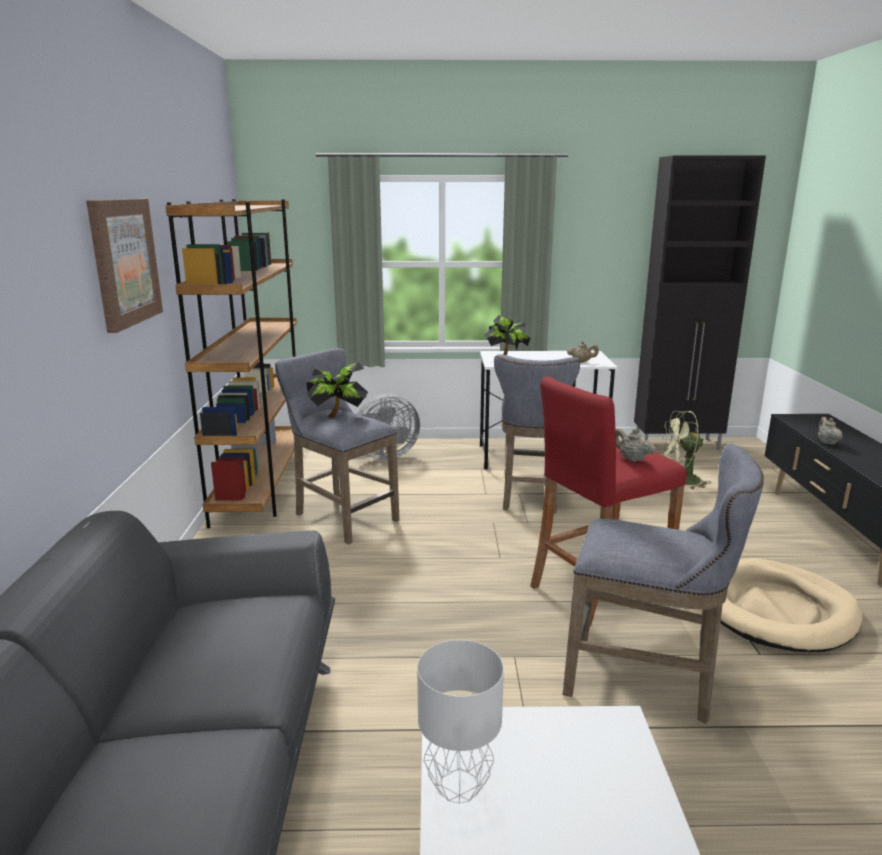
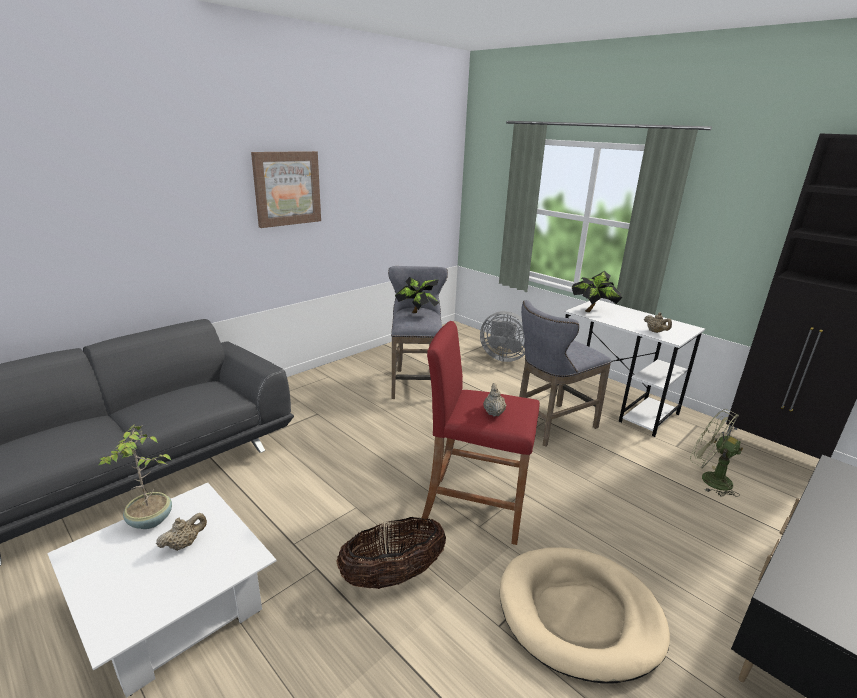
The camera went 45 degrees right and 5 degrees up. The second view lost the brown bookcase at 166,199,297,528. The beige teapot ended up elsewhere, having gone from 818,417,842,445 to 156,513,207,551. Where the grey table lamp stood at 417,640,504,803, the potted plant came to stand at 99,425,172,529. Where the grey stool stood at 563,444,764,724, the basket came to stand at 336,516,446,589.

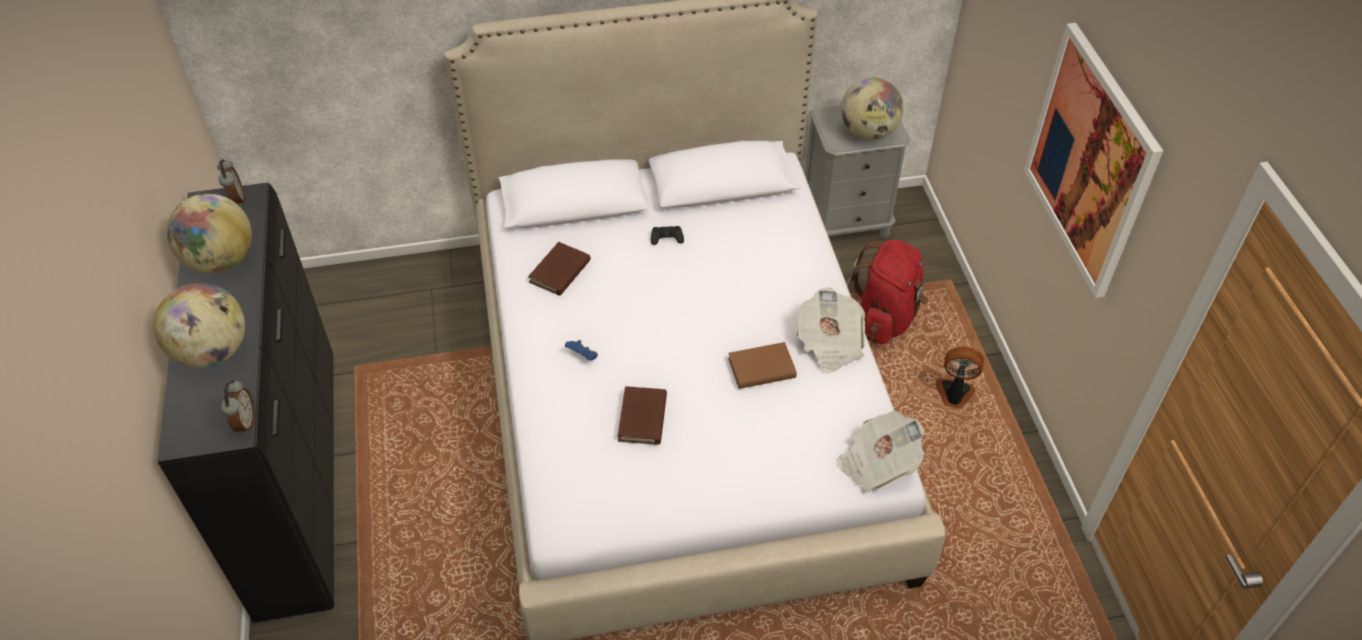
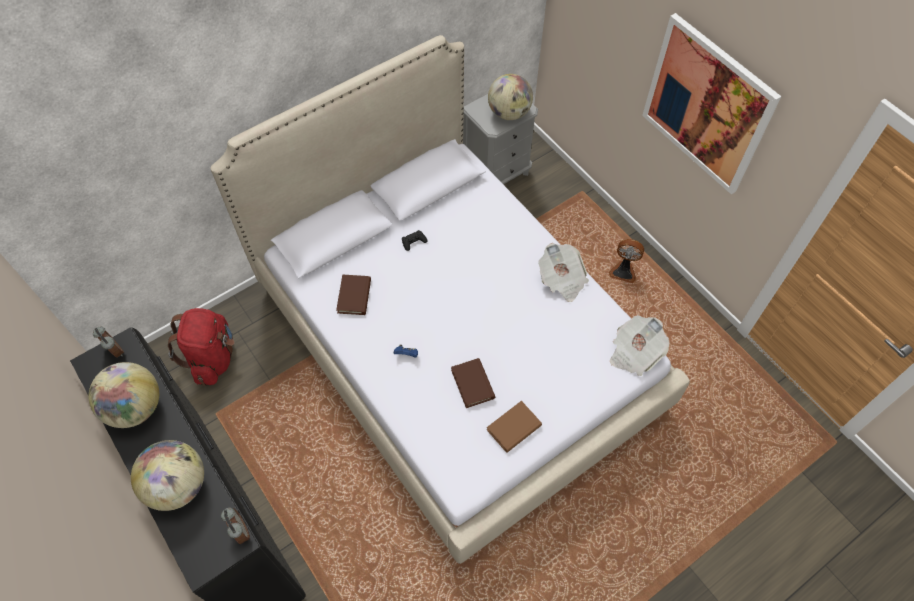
The camera went 25 degrees left and 10 degrees up. The brown book ended up elsewhere, having gone from 728,342,797,389 to 487,401,542,453. The red backpack ended up elsewhere, having gone from 846,240,929,344 to 168,308,235,386. The fan at 936,347,984,408 ended up facing another way, 150 degrees counterclockwise from before.

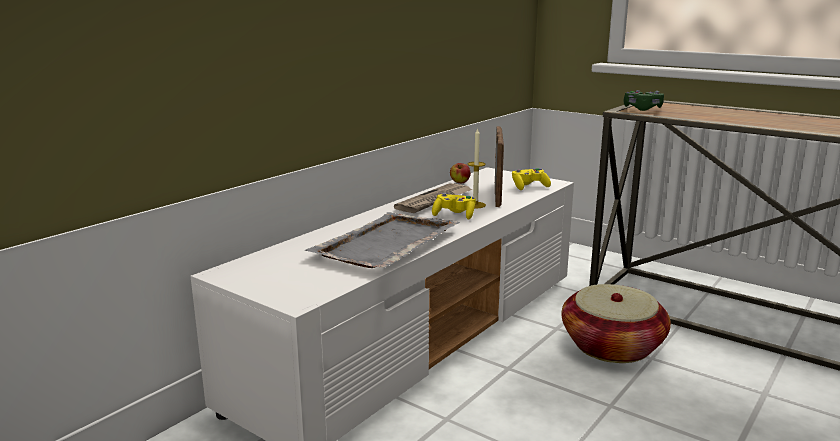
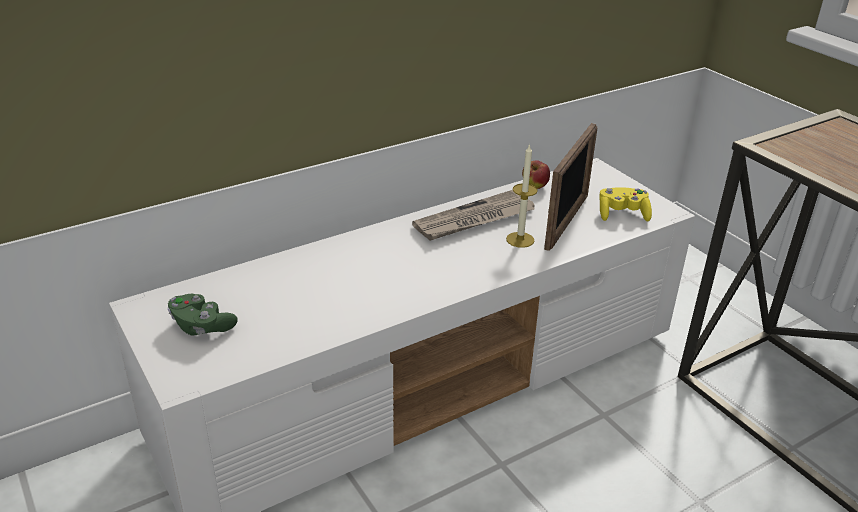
The camera went 20 degrees right and 15 degrees up. The second view lost the grey tray at 305,212,460,268. The second view lost the yellow game controller at 432,193,476,220. The second view lost the basket at 561,284,671,363. The green game controller ended up elsewhere, having gone from 624,90,664,111 to 168,294,238,336.

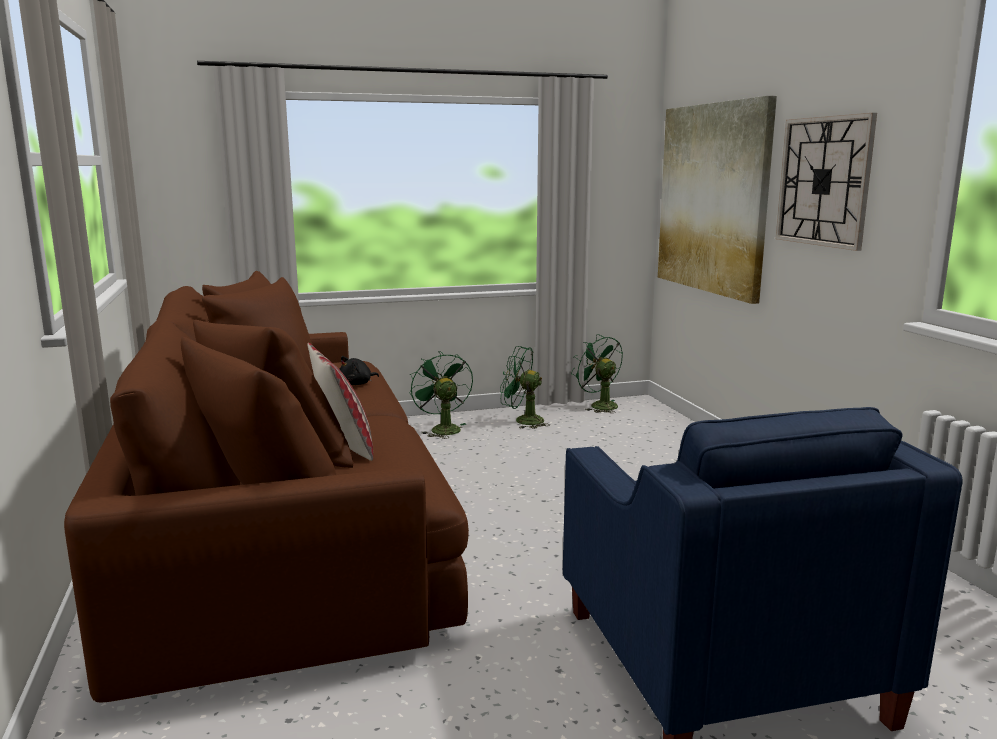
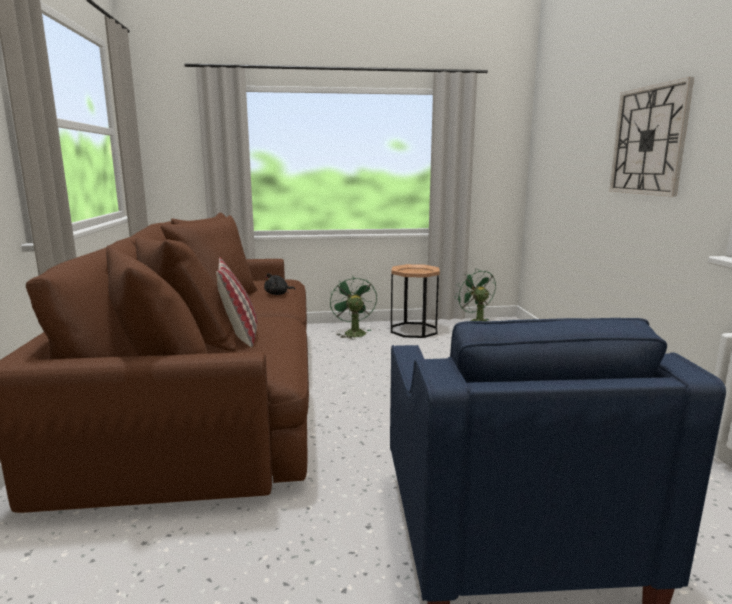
The camera went 10 degrees right and 0 degrees up. The second view lost the picture at 658,96,777,304. Where the green fan stood at 500,346,550,429, the brown side table came to stand at 391,264,440,338.

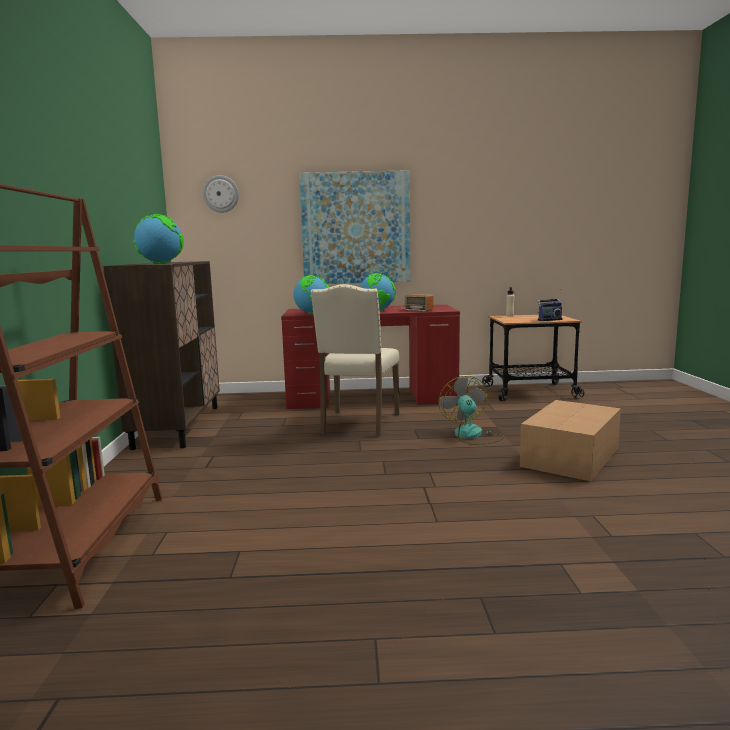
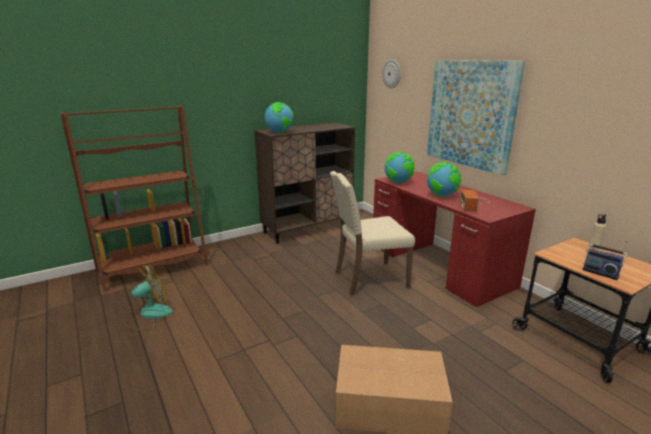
The camera went 60 degrees right and 10 degrees up. The fan ended up elsewhere, having gone from 438,376,504,445 to 124,265,173,331.

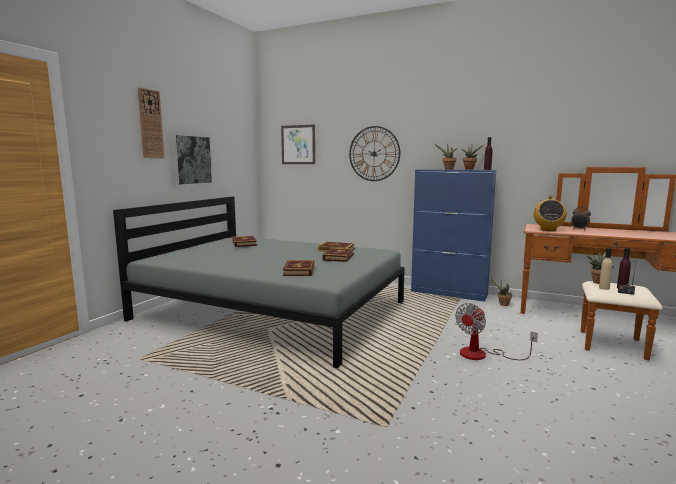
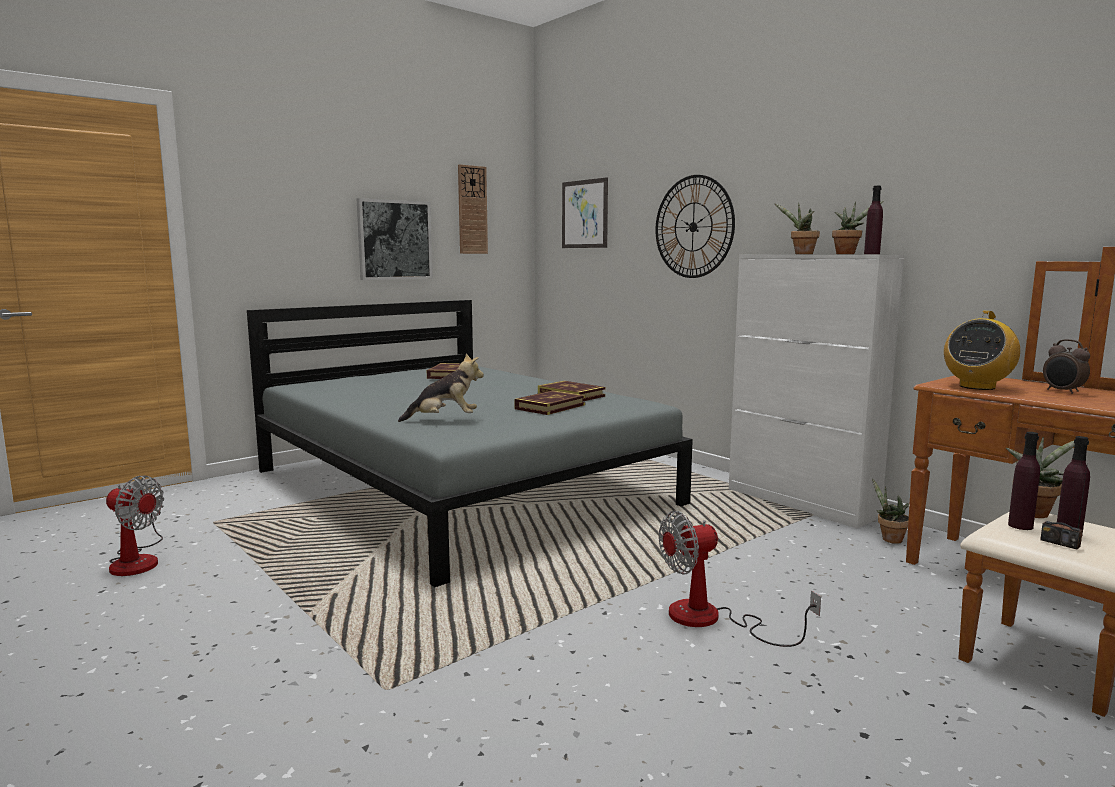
The camera went 25 degrees right and 0 degrees up. The second view gained the fan at 106,476,164,576. The wall clock ended up elsewhere, having gone from 138,87,165,158 to 458,164,488,254. Where the book stood at 283,260,314,276, the plush toy came to stand at 398,353,484,422. What was the blue cabinet at 411,169,496,302 turned into the white cabinet at 729,255,904,528. What was the beige bottle at 599,248,612,290 turned into the purple bottle at 1008,432,1040,530.

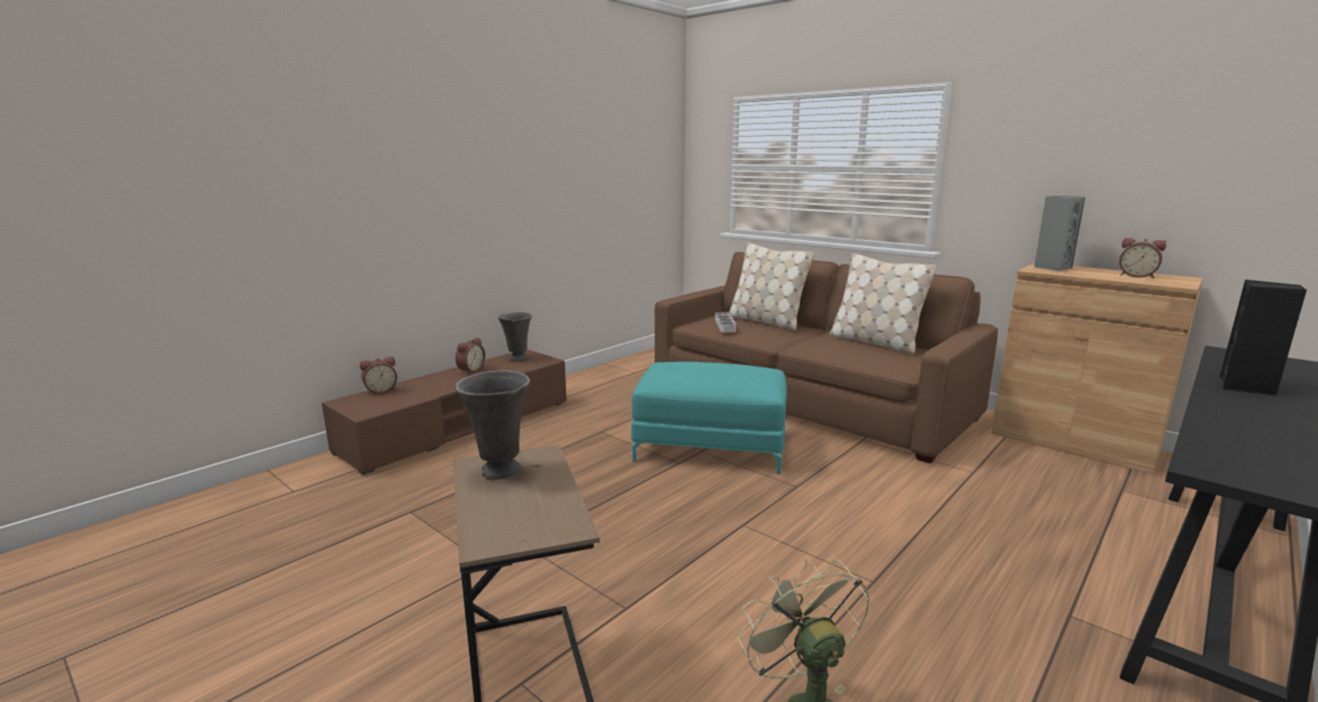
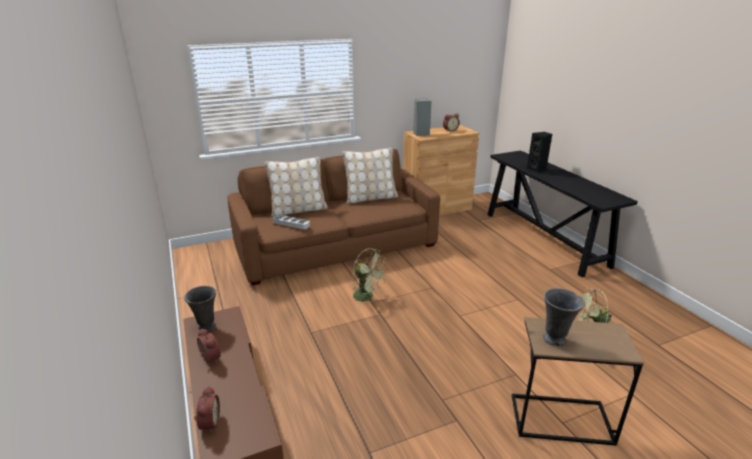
The camera went 65 degrees left and 10 degrees up. Where the turquoise ottoman stood at 631,362,787,474, the green fan came to stand at 352,248,387,307.

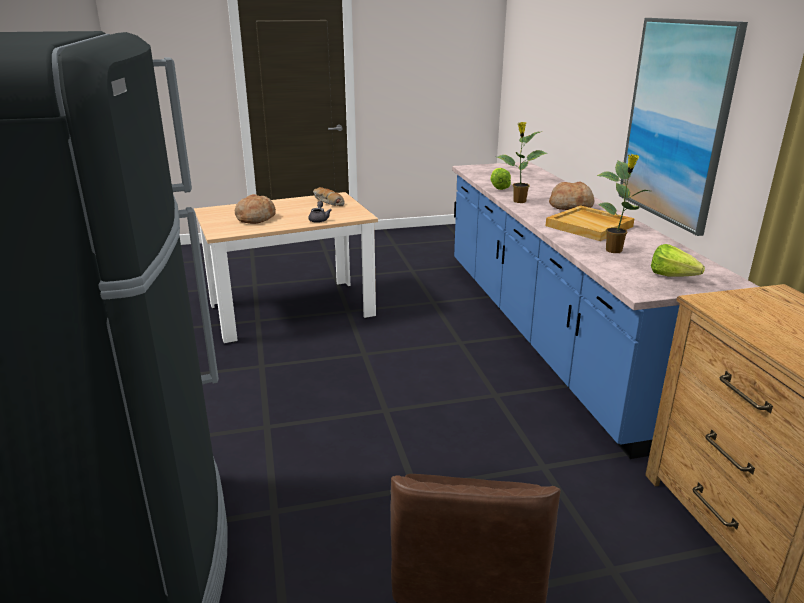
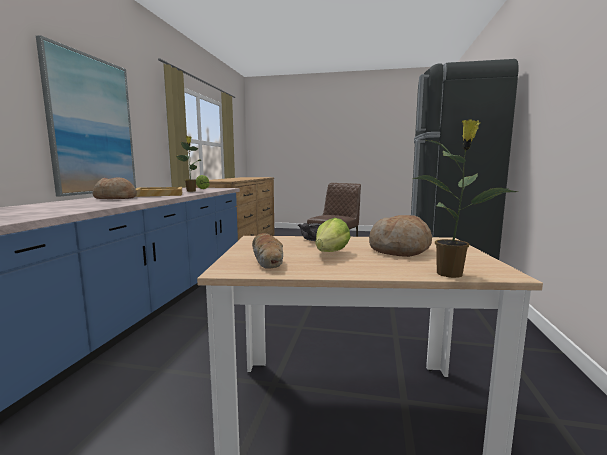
The camera went 155 degrees left and 15 degrees down. The lettuce ended up elsewhere, having gone from 490,168,511,190 to 315,218,351,252. The potted plant ended up elsewhere, having gone from 497,122,547,203 to 413,119,519,278.

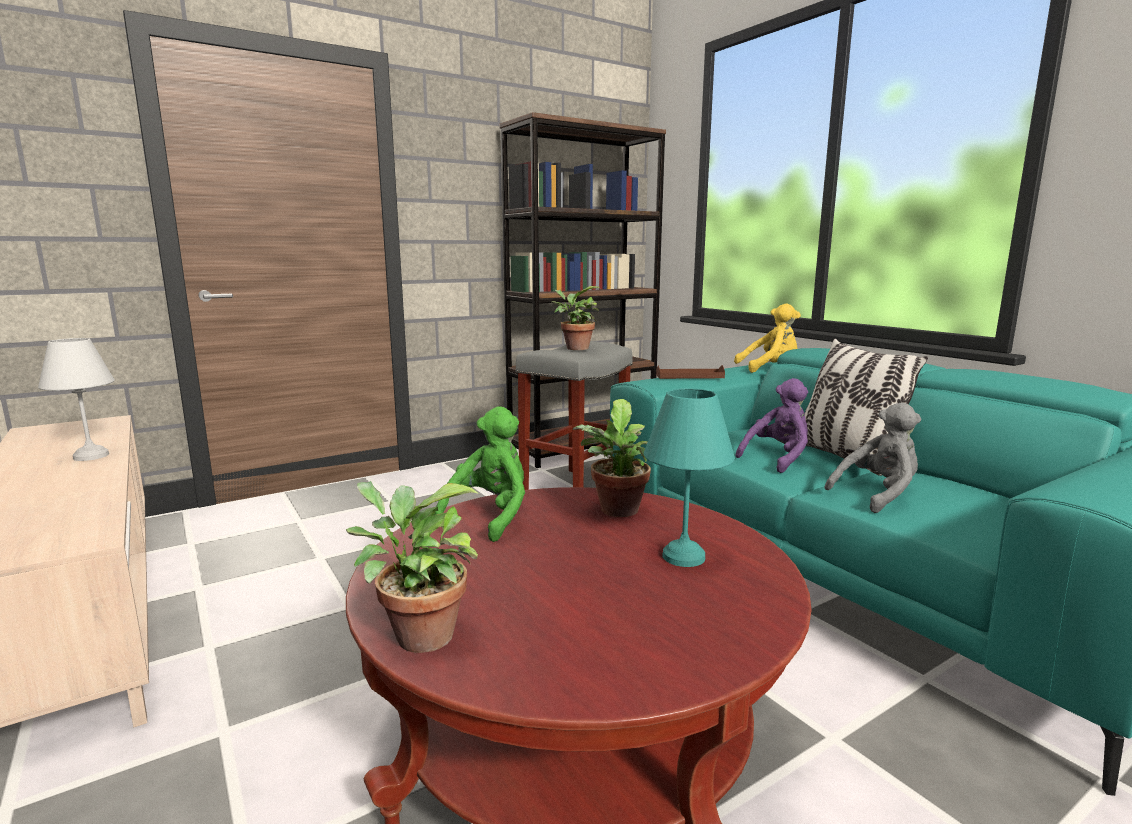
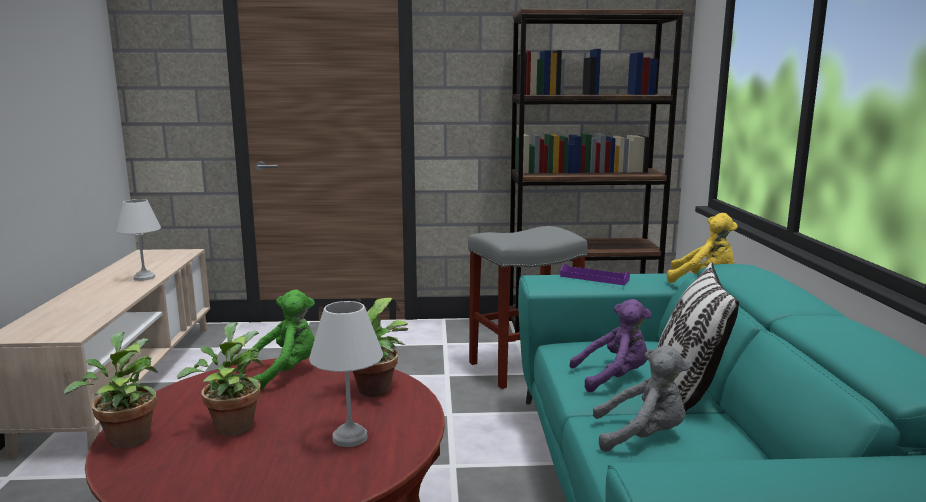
The camera went 30 degrees right and 0 degrees up. The potted plant ended up elsewhere, having gone from 552,286,600,350 to 177,322,263,436. What was the turquoise table lamp at 644,388,735,567 turned into the white table lamp at 309,301,383,447. What was the brown tray at 656,365,725,379 turned into the purple tray at 560,263,630,285.

